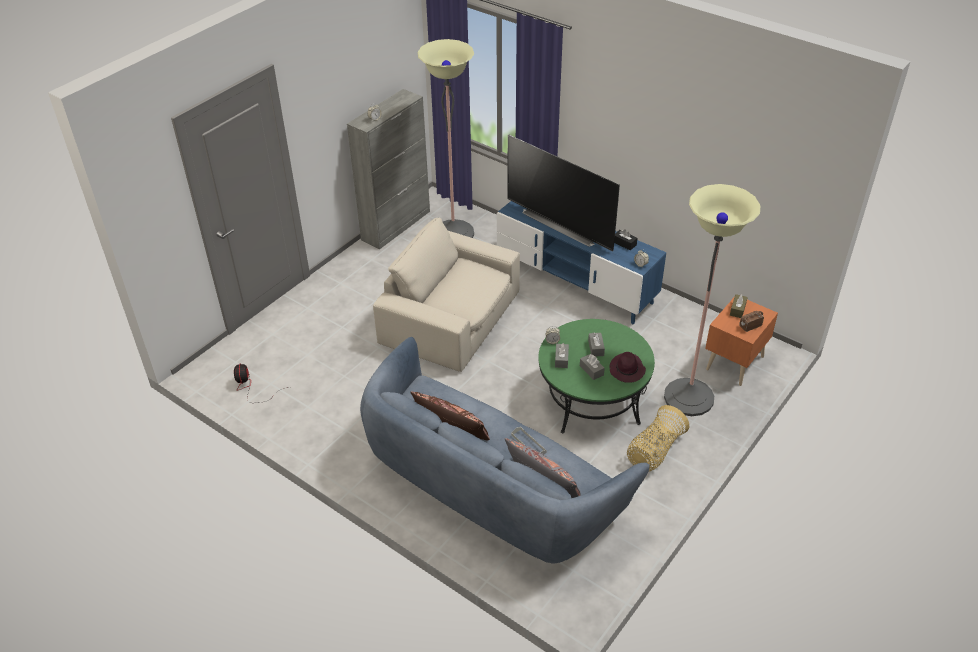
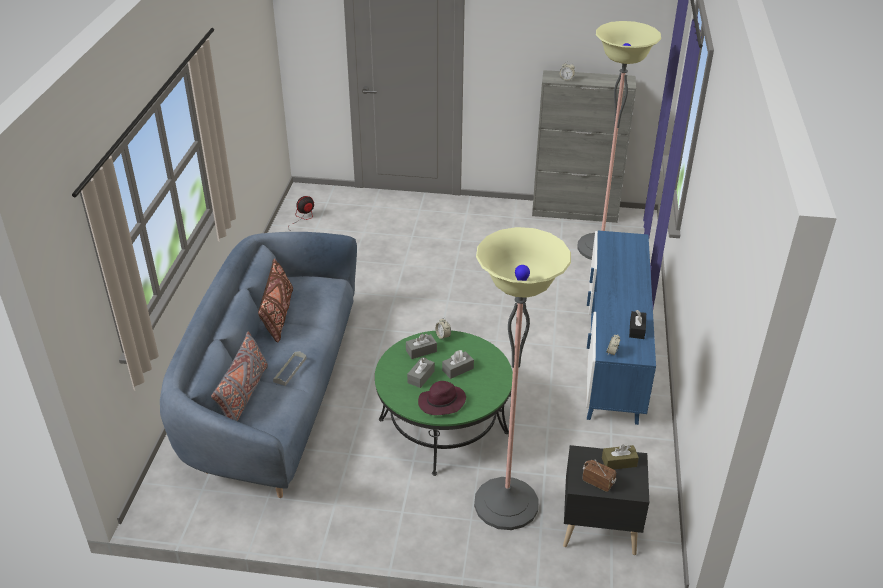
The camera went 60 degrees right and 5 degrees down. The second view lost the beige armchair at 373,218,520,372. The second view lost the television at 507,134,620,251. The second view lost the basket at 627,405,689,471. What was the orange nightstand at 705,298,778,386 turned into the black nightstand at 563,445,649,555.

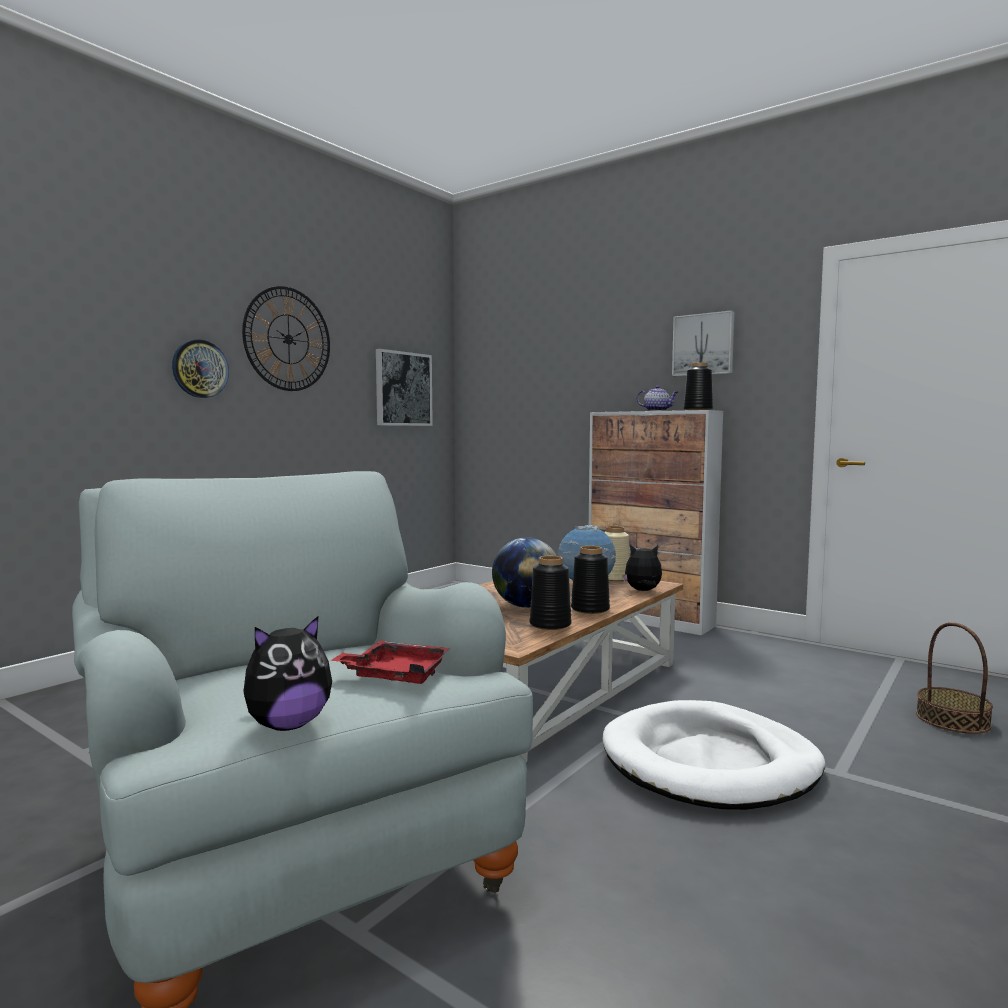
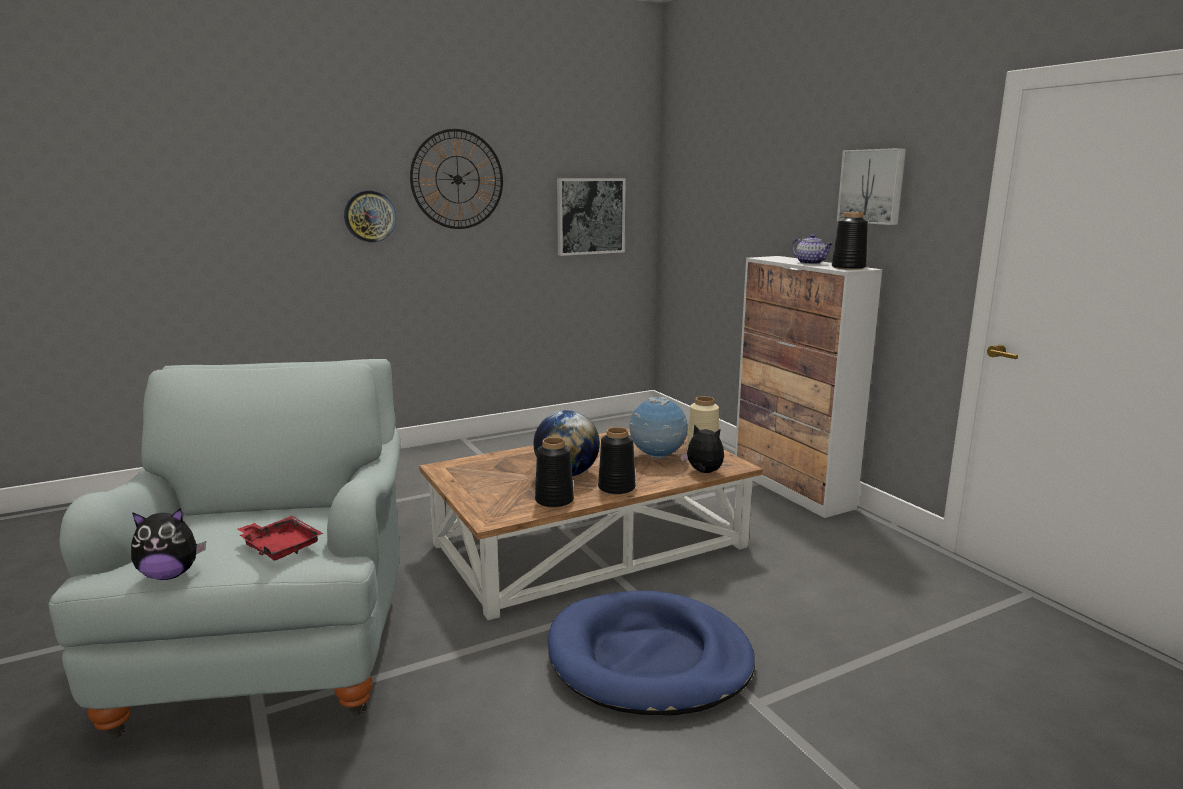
The camera went 25 degrees right and 10 degrees up. The second view lost the basket at 916,622,993,734. What was the white dog bed at 603,700,825,810 turned into the blue dog bed at 548,591,755,715.

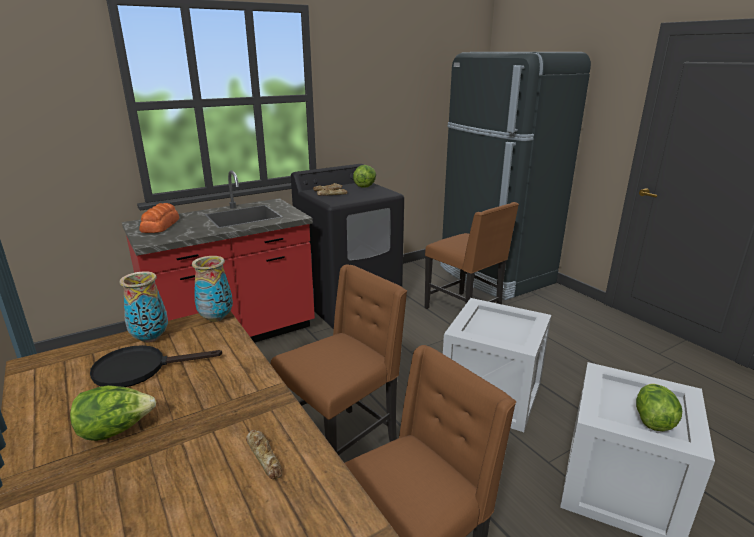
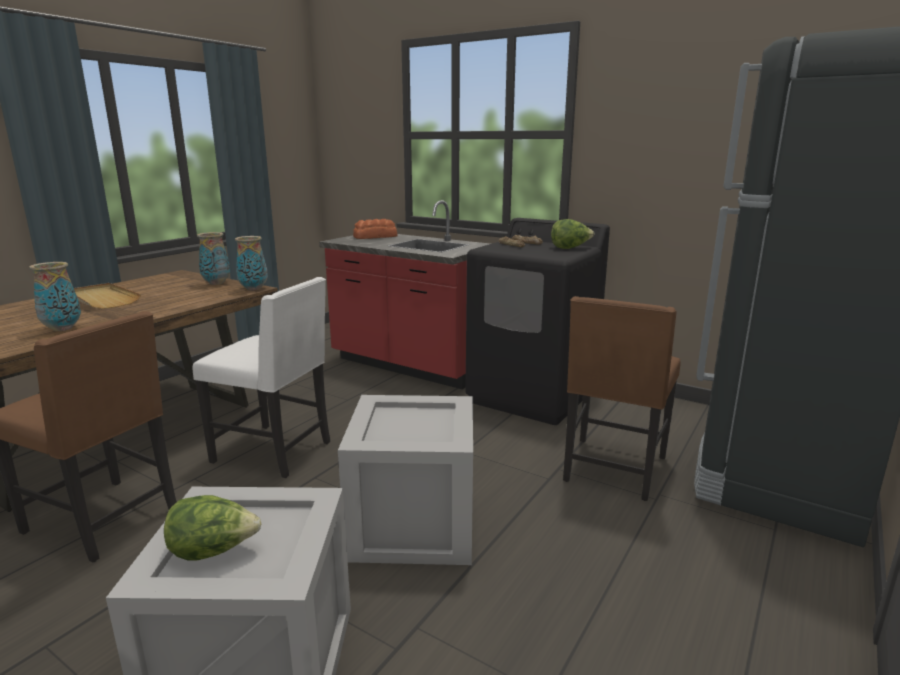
The camera went 65 degrees right and 5 degrees down. The second view lost the black frying pan at 90,345,222,387. Where the lettuce stood at 70,385,156,441, the beige tray came to stand at 74,283,141,309. Where the bread stood at 246,430,282,480, the vase came to stand at 29,262,81,331. What was the brown chair at 271,264,407,455 turned into the white chair at 193,277,330,478.

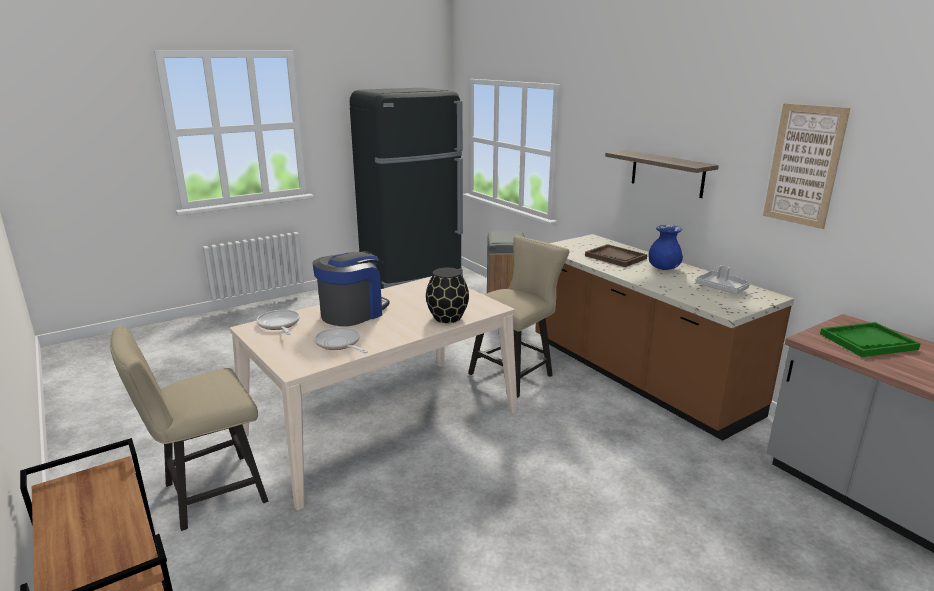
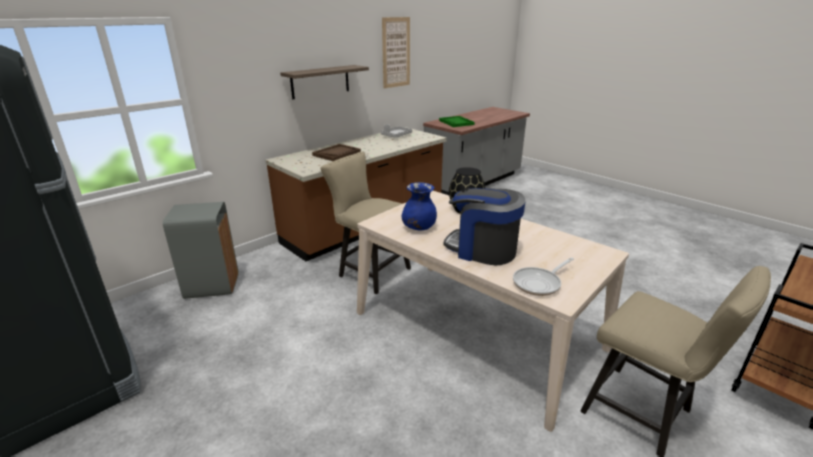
The camera went 100 degrees left and 5 degrees up. The second view lost the frying pan at 314,327,368,353. The blue vase ended up elsewhere, having gone from 648,225,683,270 to 402,182,437,230.

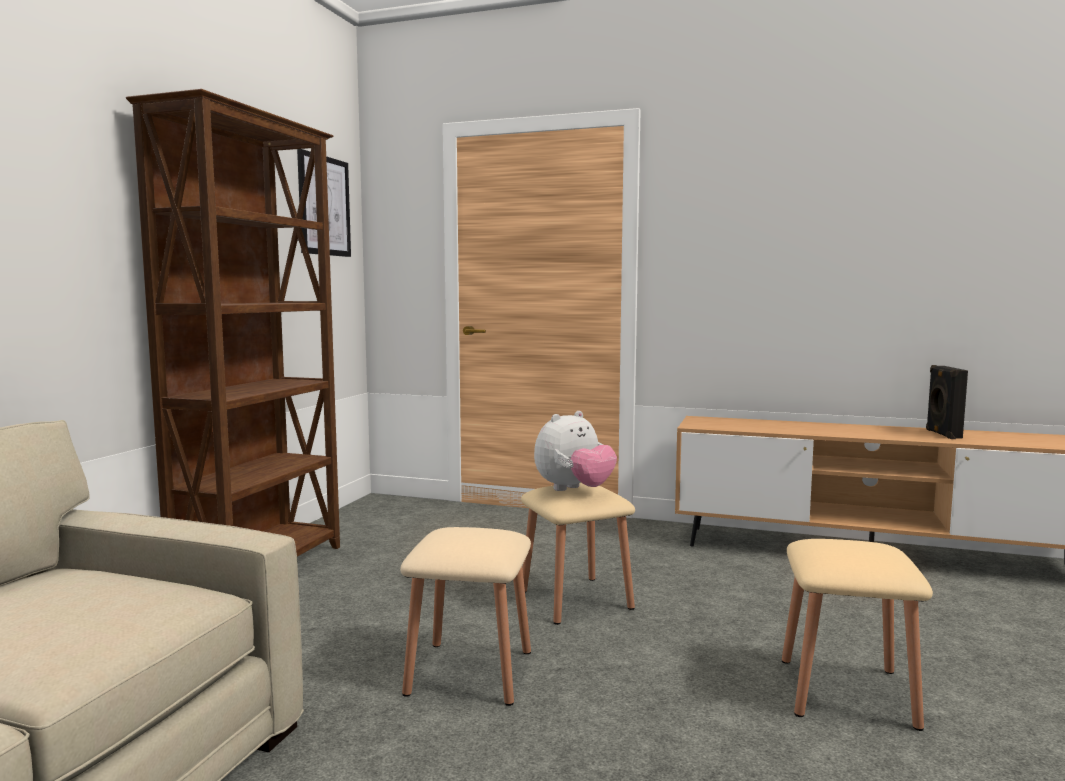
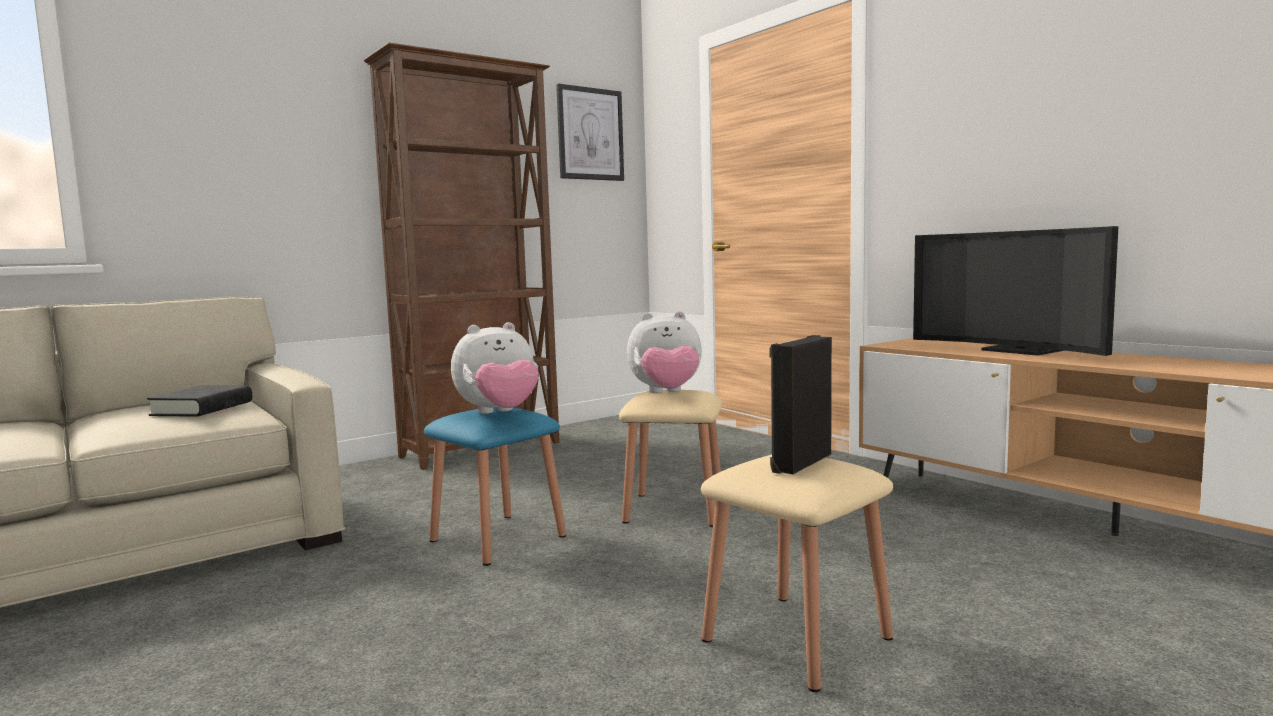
The camera went 35 degrees right and 0 degrees up. The second view gained the black book at 147,385,253,417. The second view gained the plush toy at 451,322,539,414. The second view gained the television at 913,226,1119,356. The black speaker ended up elsewhere, having gone from 926,365,968,439 to 769,335,832,474. What was the beige stool at 400,527,531,706 turned into the blue stool at 424,408,566,566.

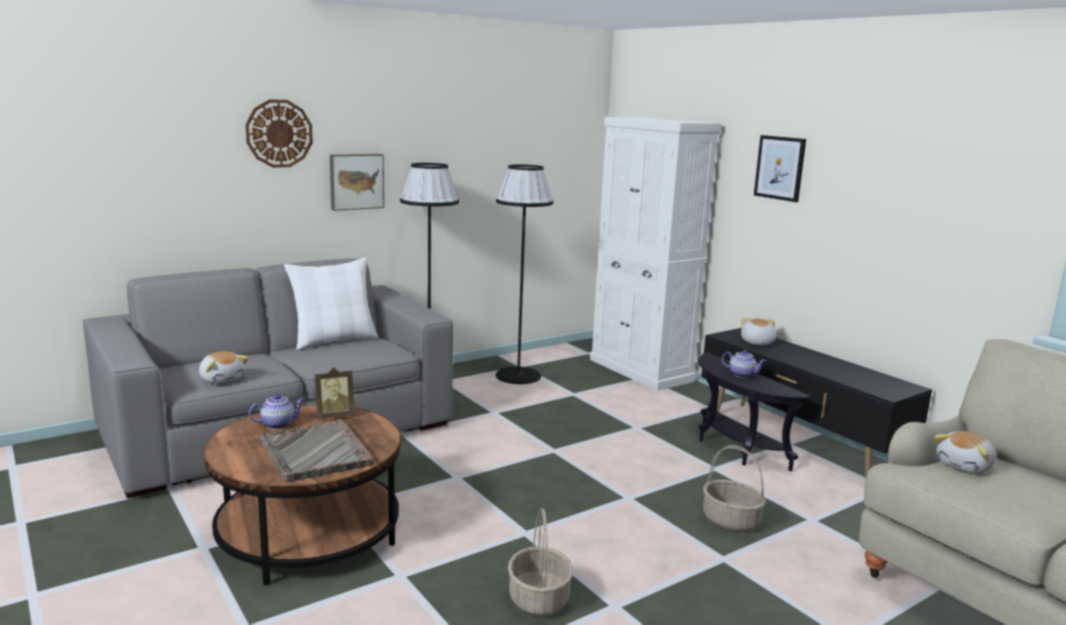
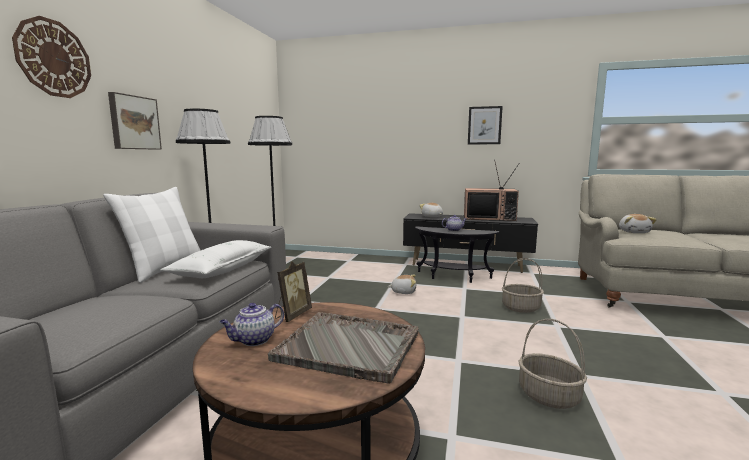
The camera went 40 degrees left and 5 degrees down. The second view lost the white cabinet at 590,117,721,391. The second view gained the white pillow at 160,240,271,278. The second view gained the television at 464,163,520,221. The plush toy ended up elsewhere, having gone from 199,351,248,384 to 388,275,416,294. The picture ended up elsewhere, having gone from 754,135,806,202 to 468,106,503,145. The teapot at 249,394,304,429 ended up facing another way, 150 degrees counterclockwise from before.

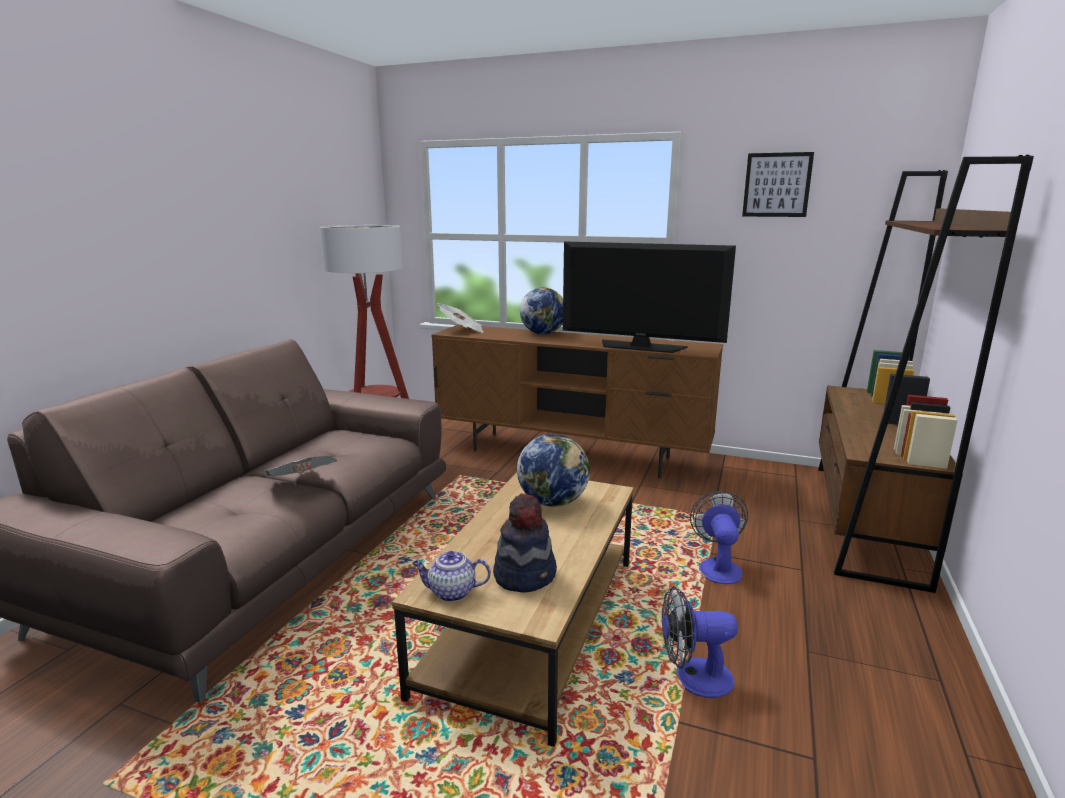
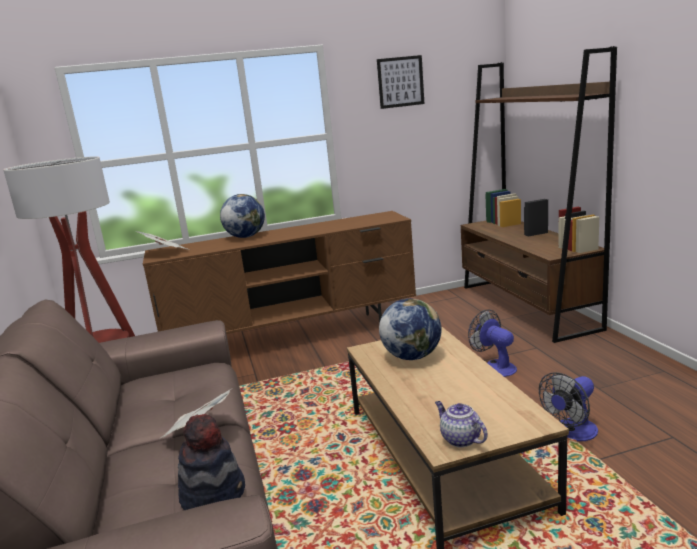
The camera went 35 degrees left and 0 degrees up. The second view lost the television at 563,242,736,353. The hat ended up elsewhere, having gone from 493,493,557,592 to 178,414,245,510. The teapot at 412,551,491,602 ended up facing another way, 90 degrees clockwise from before.

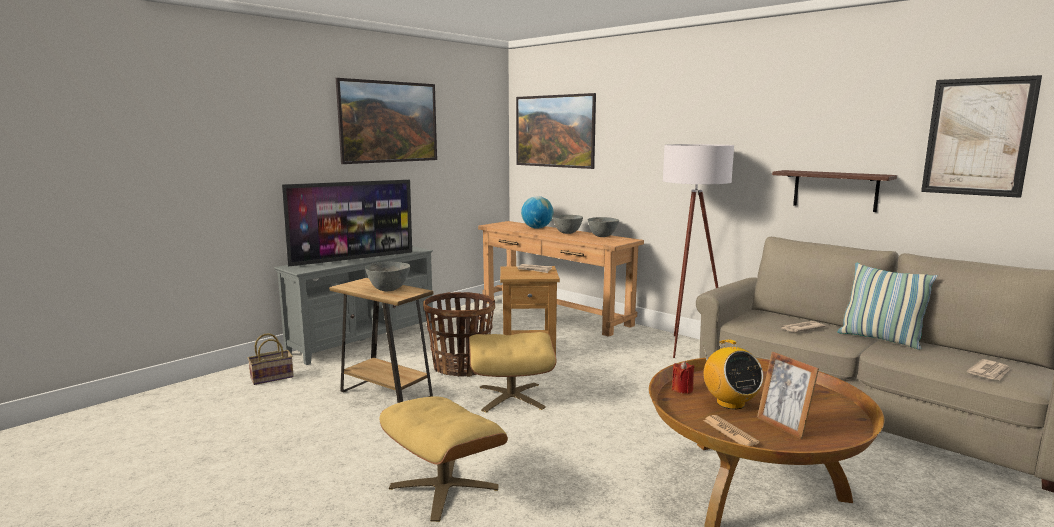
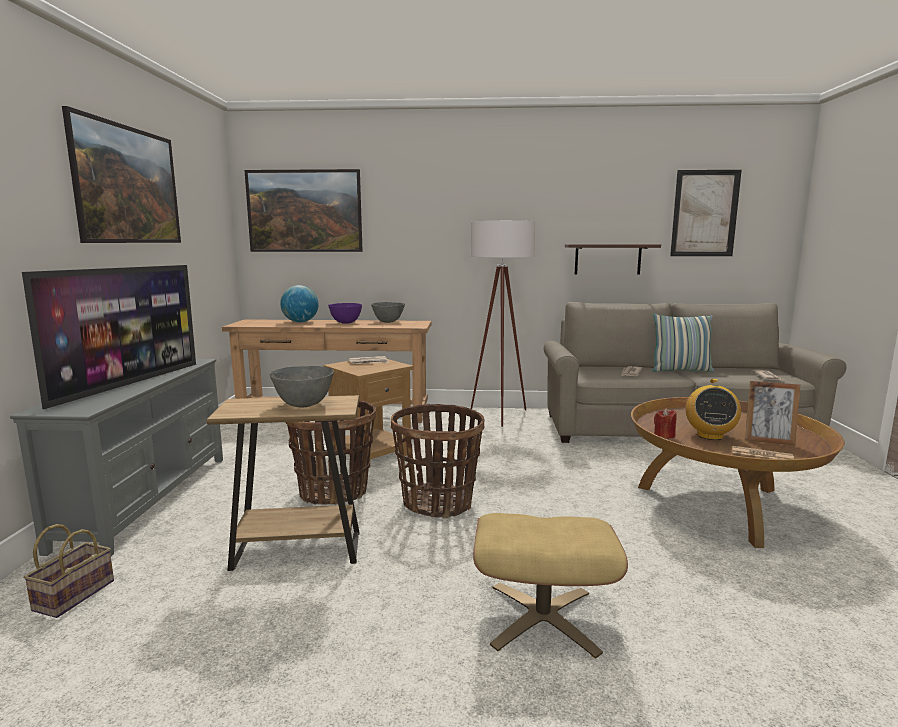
The camera went 40 degrees left and 0 degrees up. Where the beige ottoman stood at 469,332,557,413, the basket came to stand at 391,404,485,518. What was the grey bowl at 553,215,583,234 turned into the purple bowl at 328,303,362,324. The radio at 704,340,763,410 ended up facing another way, 75 degrees clockwise from before.

